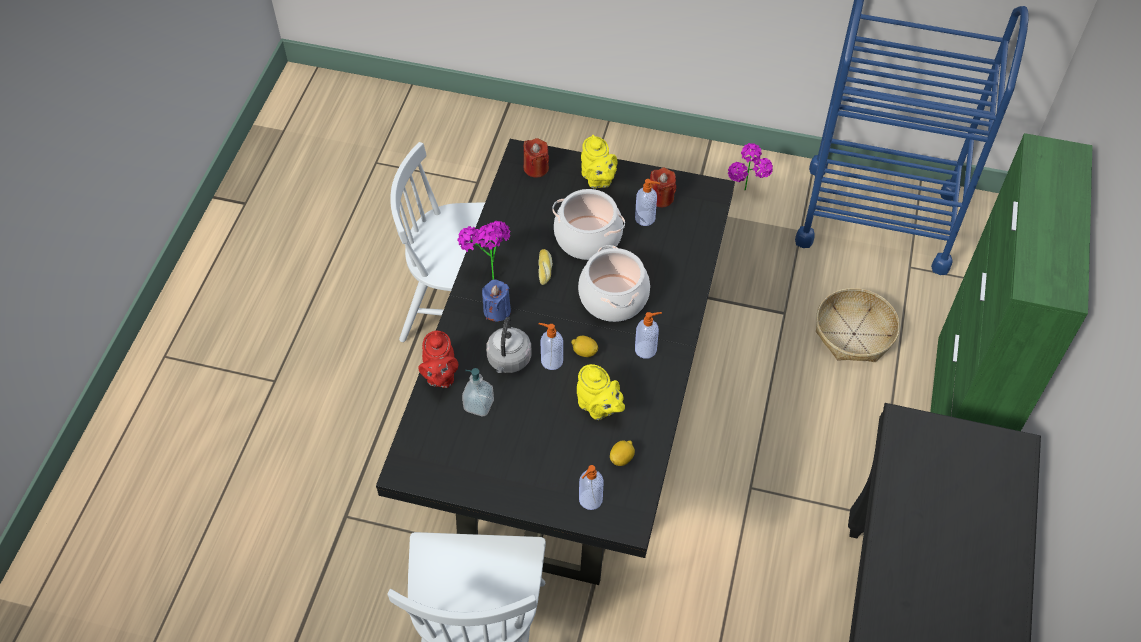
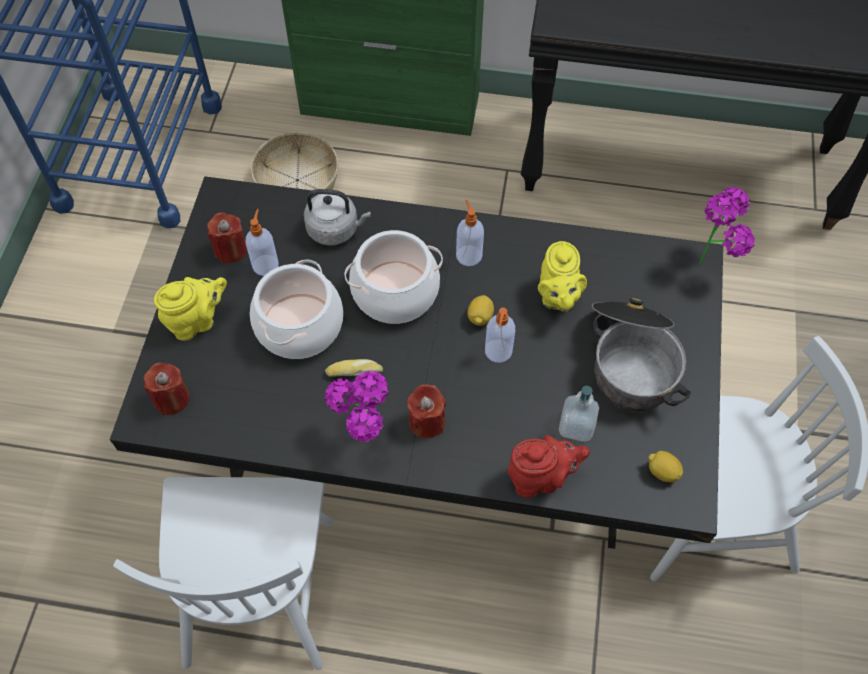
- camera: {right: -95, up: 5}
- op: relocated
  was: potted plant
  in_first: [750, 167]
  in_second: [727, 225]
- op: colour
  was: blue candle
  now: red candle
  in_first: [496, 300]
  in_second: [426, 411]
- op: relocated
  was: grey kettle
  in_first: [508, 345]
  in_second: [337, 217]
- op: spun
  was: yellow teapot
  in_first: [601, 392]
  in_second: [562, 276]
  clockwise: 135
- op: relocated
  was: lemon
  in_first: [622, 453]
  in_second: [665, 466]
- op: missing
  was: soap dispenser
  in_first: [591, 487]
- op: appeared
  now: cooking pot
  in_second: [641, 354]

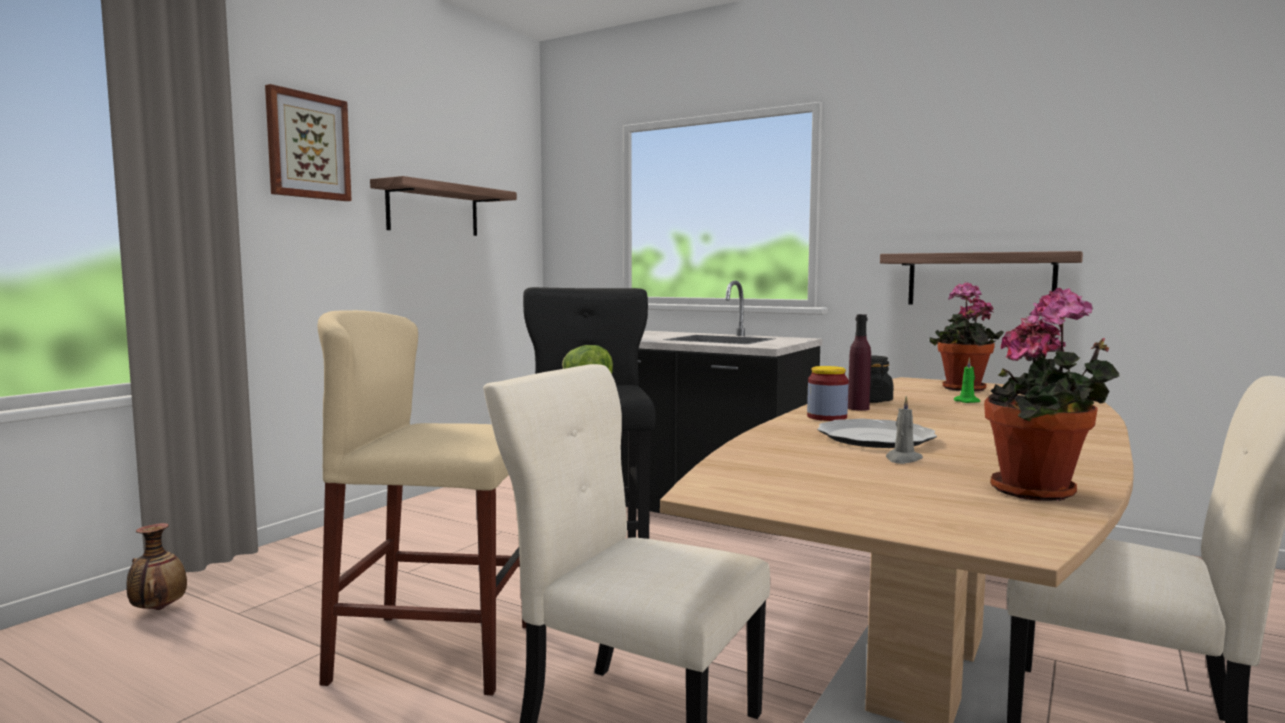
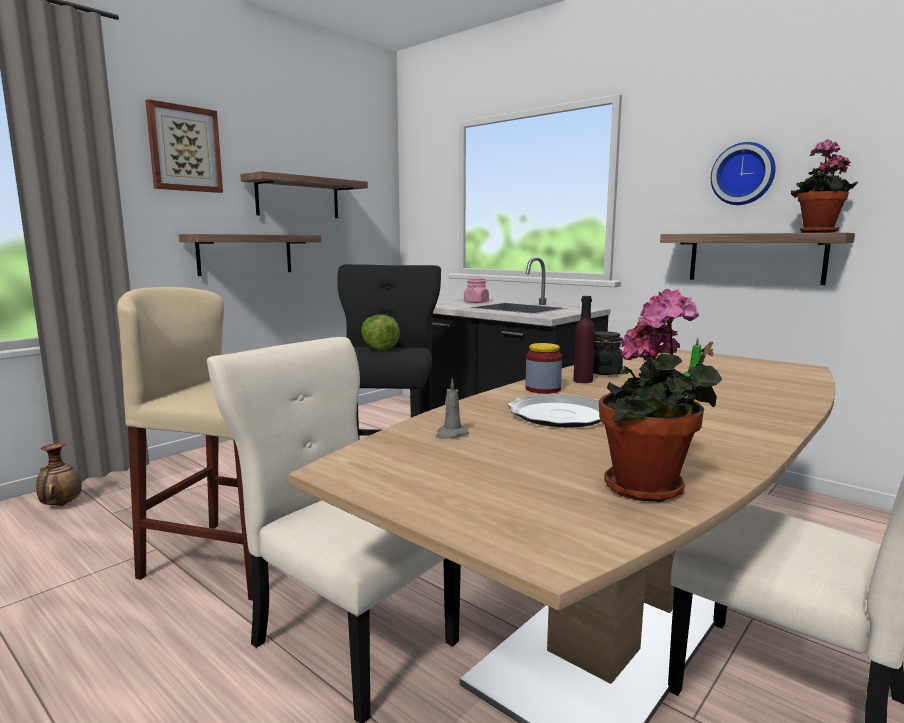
- camera: {right: 10, up: 5}
- op: relocated
  was: potted plant
  in_first: [967, 336]
  in_second: [824, 186]
- op: relocated
  was: grey candle
  in_first: [904, 430]
  in_second: [452, 408]
- op: appeared
  now: wall clock
  in_second: [743, 173]
- op: appeared
  now: shelf
  in_second: [250, 255]
- op: appeared
  now: pink jar
  in_second: [476, 290]

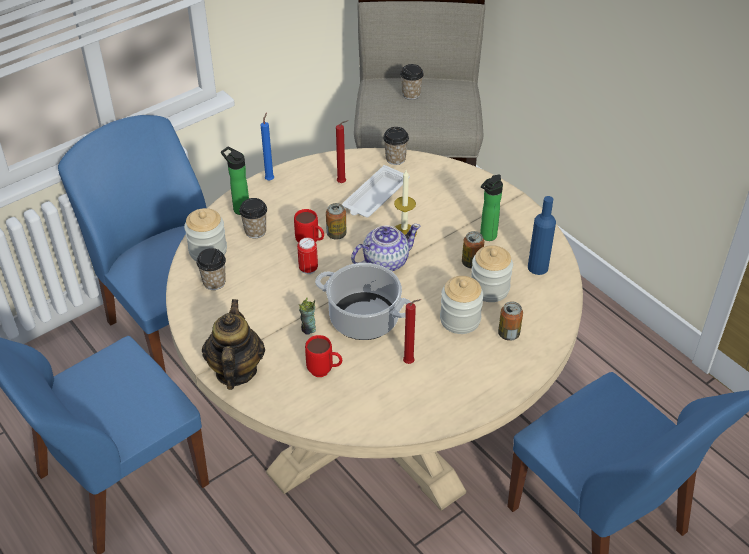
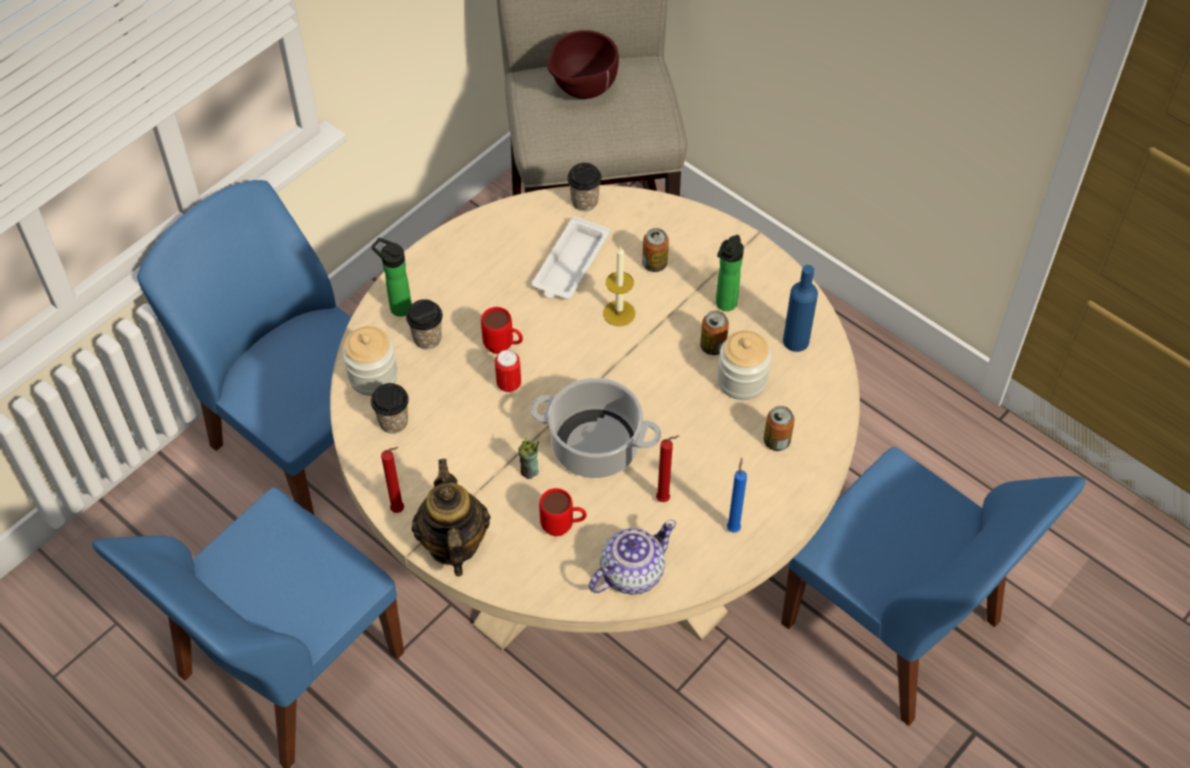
- camera: {right: -10, up: 10}
- op: exchanged
  was: cup
  now: brown bowl
  in_first: [412, 82]
  in_second: [583, 64]
- op: relocated
  was: blue candle
  in_first: [267, 147]
  in_second: [737, 495]
- op: relocated
  was: red candle
  in_first: [342, 151]
  in_second: [392, 480]
- op: relocated
  was: can
  in_first: [336, 221]
  in_second: [655, 250]
- op: relocated
  was: teapot
  in_first: [385, 247]
  in_second: [632, 557]
- op: missing
  was: jar
  in_first: [462, 305]

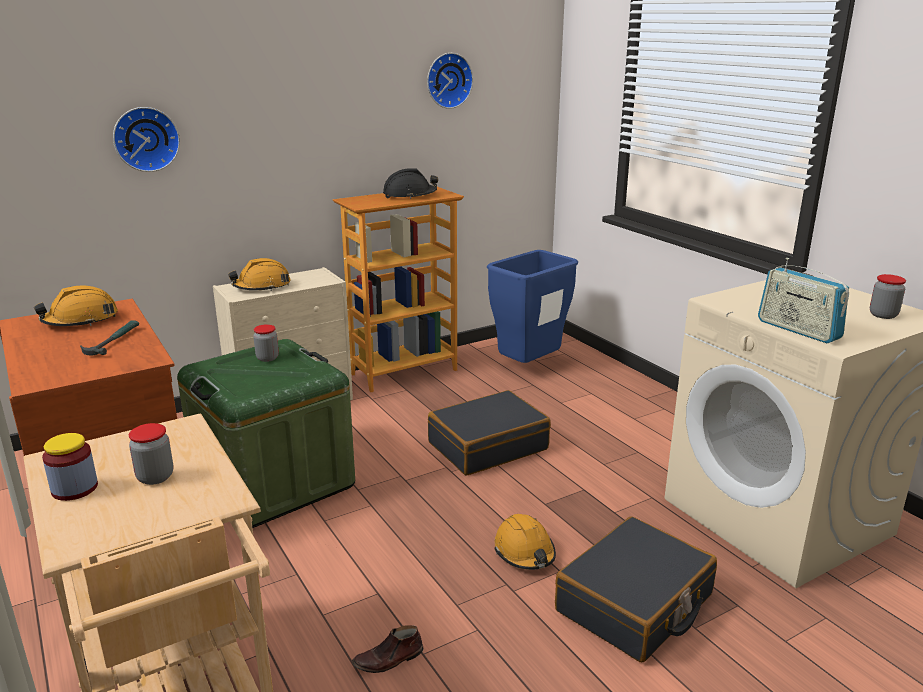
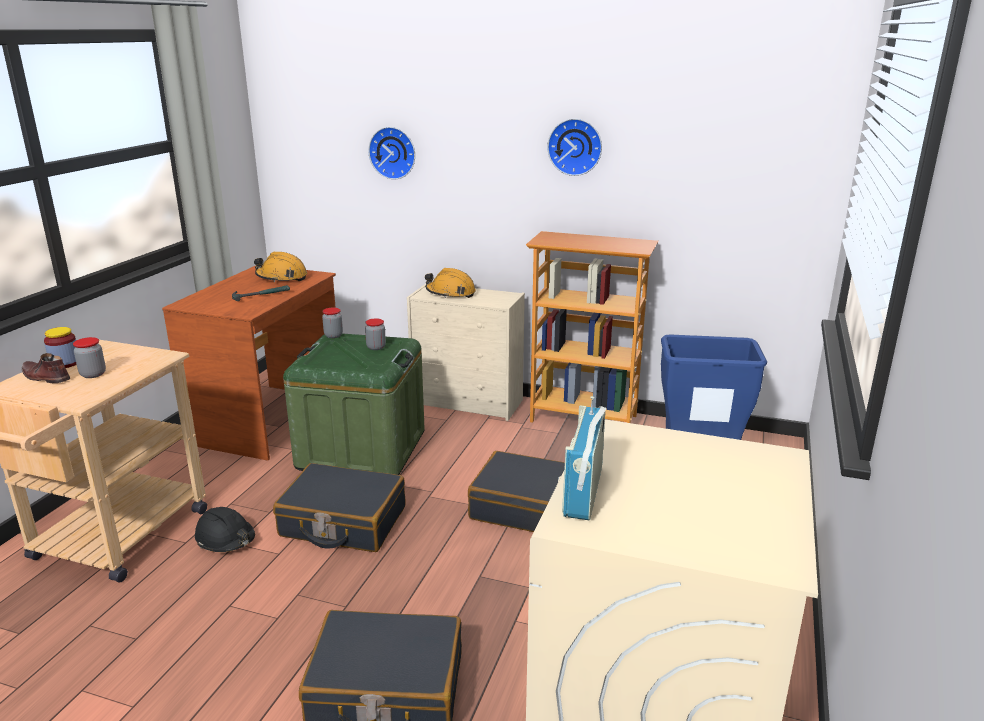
- camera: {right: 50, up: 0}
- op: relocated
  was: wall clock
  in_first: [450, 81]
  in_second: [574, 147]
- op: relocated
  was: black hard hat
  in_first: [410, 183]
  in_second: [225, 529]
- op: relocated
  was: jar
  in_first: [888, 296]
  in_second: [332, 323]
- op: missing
  was: orange hard hat
  in_first: [525, 542]
- op: relocated
  was: brown shoe
  in_first: [387, 649]
  in_second: [46, 368]
- op: appeared
  now: black suitcase
  in_second: [339, 507]

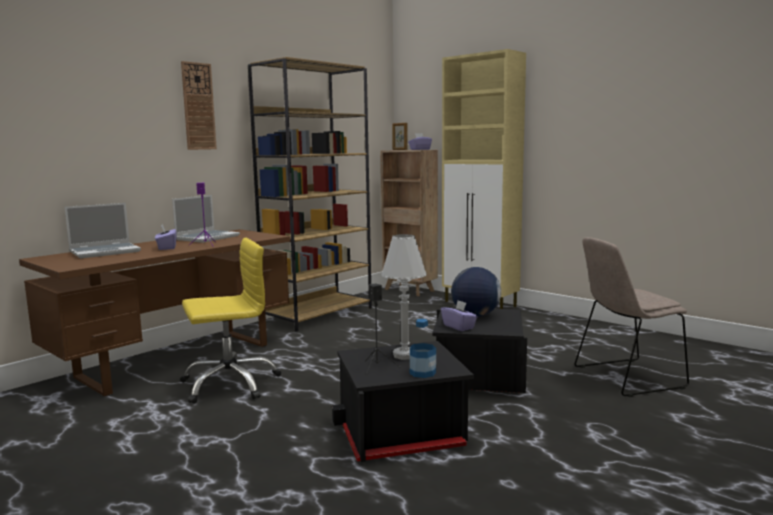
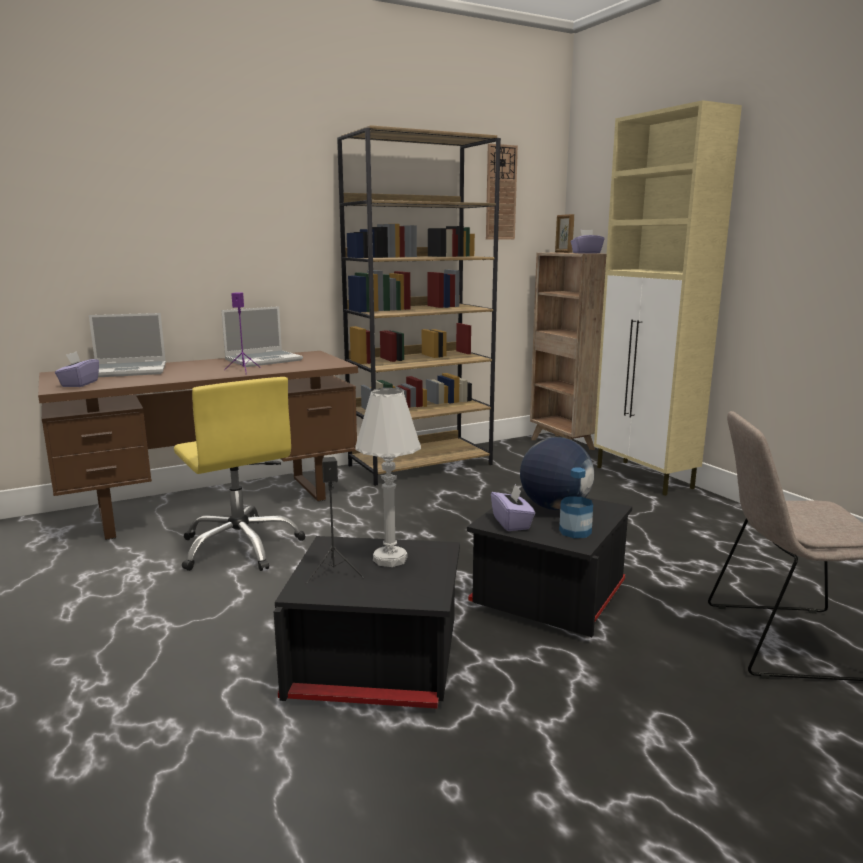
- camera: {right: 20, up: 5}
- op: relocated
  was: wall clock
  in_first: [199, 105]
  in_second: [502, 191]
- op: relocated
  was: purple tissue box
  in_first: [165, 237]
  in_second: [77, 369]
- op: spun
  was: yellow office chair
  in_first: [231, 321]
  in_second: [239, 474]
  clockwise: 60
- op: relocated
  was: bottle
  in_first: [423, 348]
  in_second: [576, 502]

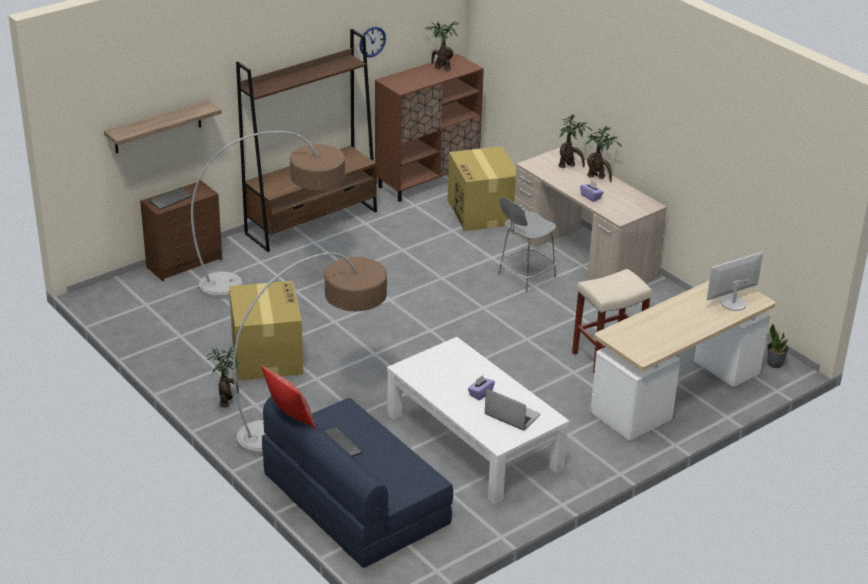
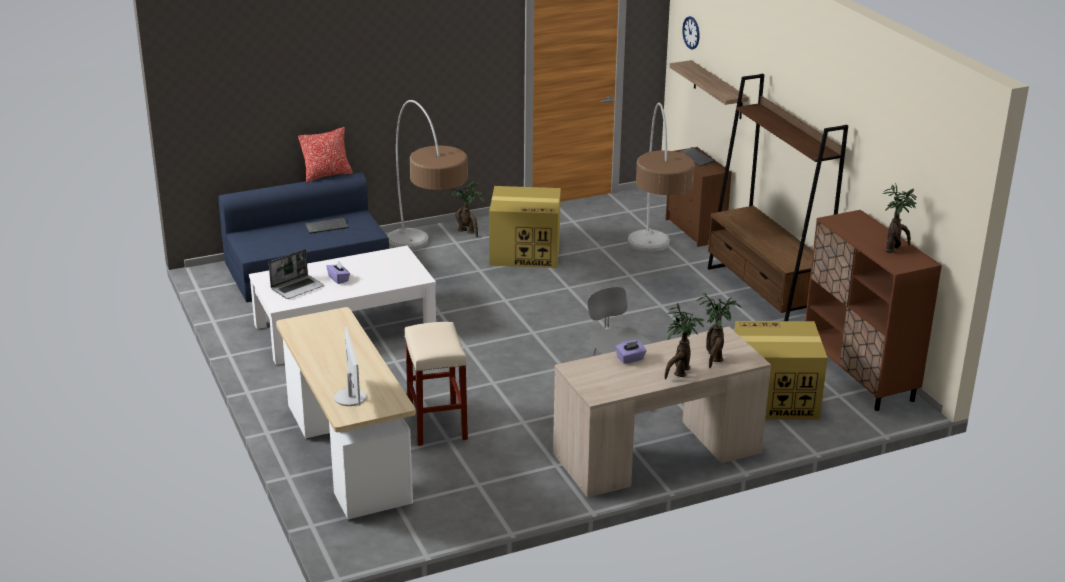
- camera: {right: 105, up: -5}
- op: relocated
  was: wall clock
  in_first: [372, 42]
  in_second: [690, 32]
- op: missing
  was: potted plant
  in_first: [778, 345]

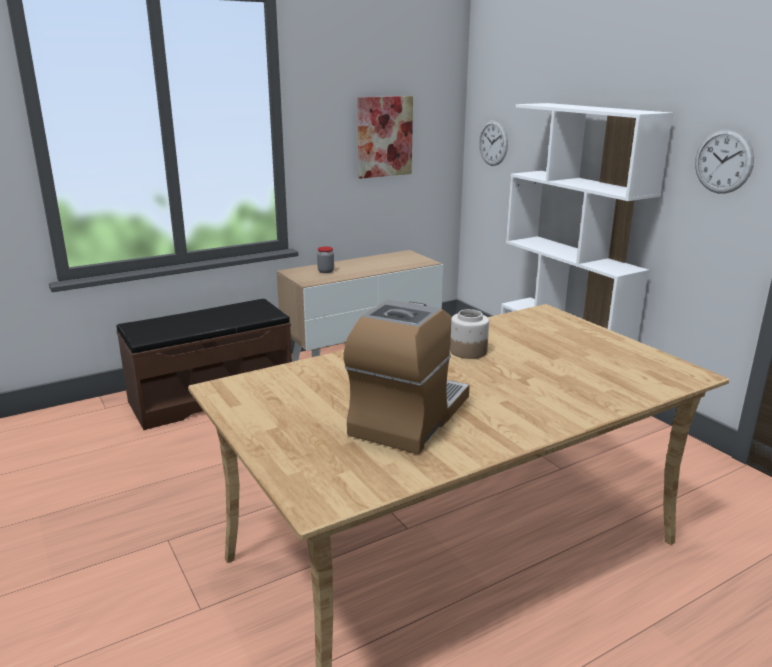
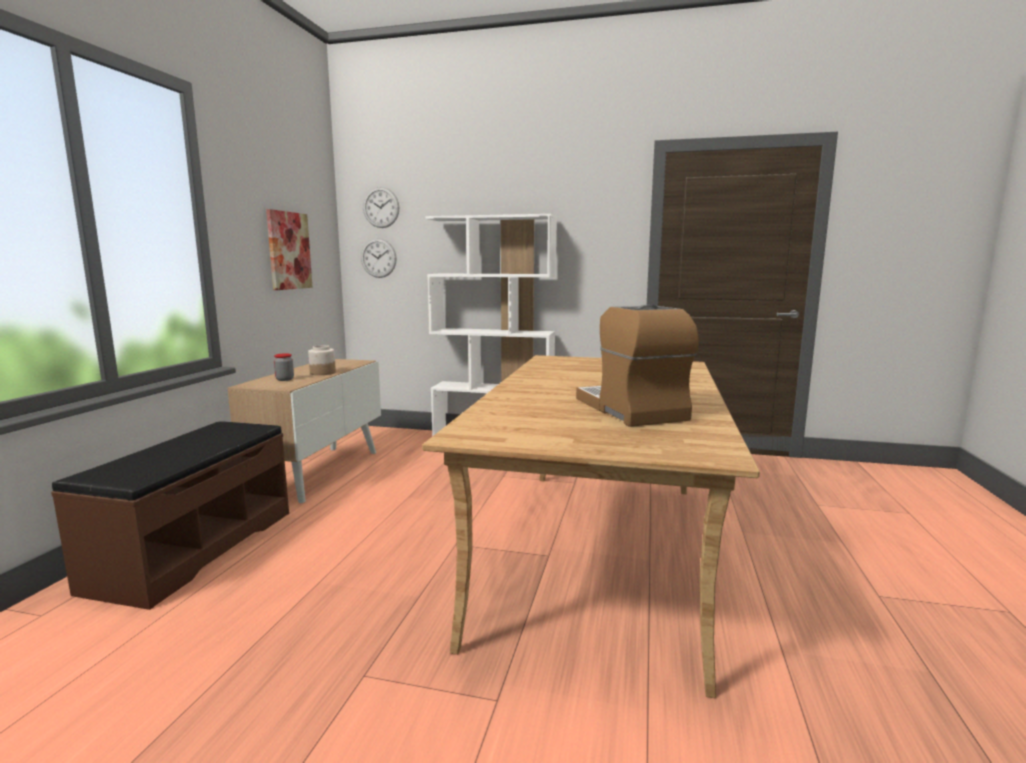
- camera: {right: -45, up: -10}
- op: relocated
  was: wall clock
  in_first: [724, 161]
  in_second: [381, 207]
- op: relocated
  was: jar
  in_first: [469, 334]
  in_second: [322, 360]

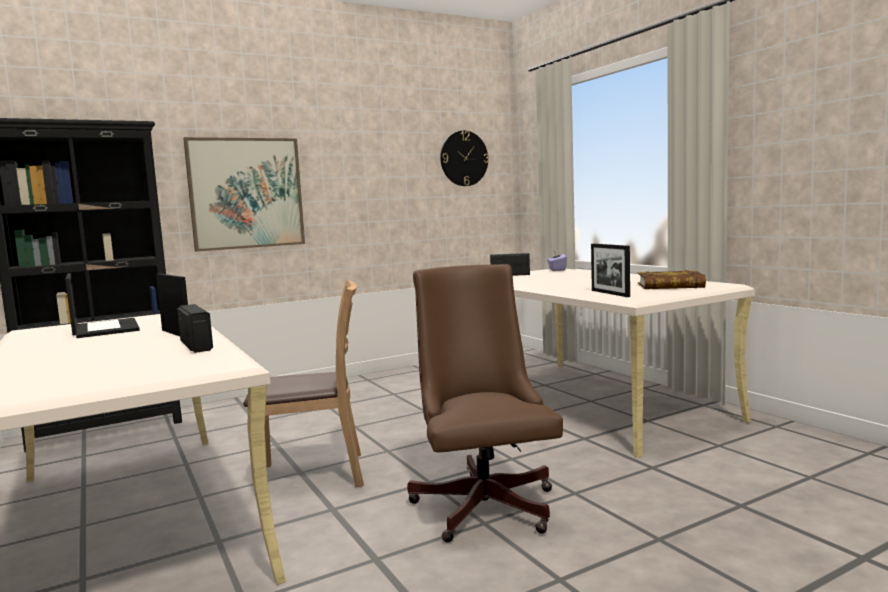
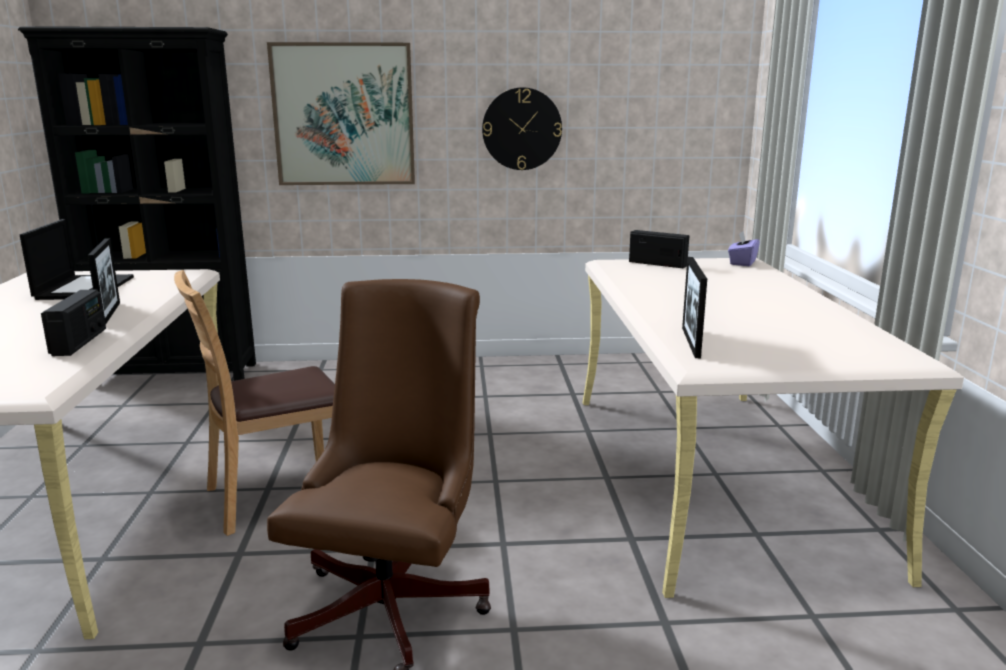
- camera: {right: 25, up: 10}
- op: relocated
  was: wall clock
  in_first: [464, 158]
  in_second: [522, 128]
- op: missing
  was: book
  in_first: [672, 279]
- op: spun
  was: brown chair
  in_first: [303, 383]
  in_second: [254, 403]
  clockwise: 135

